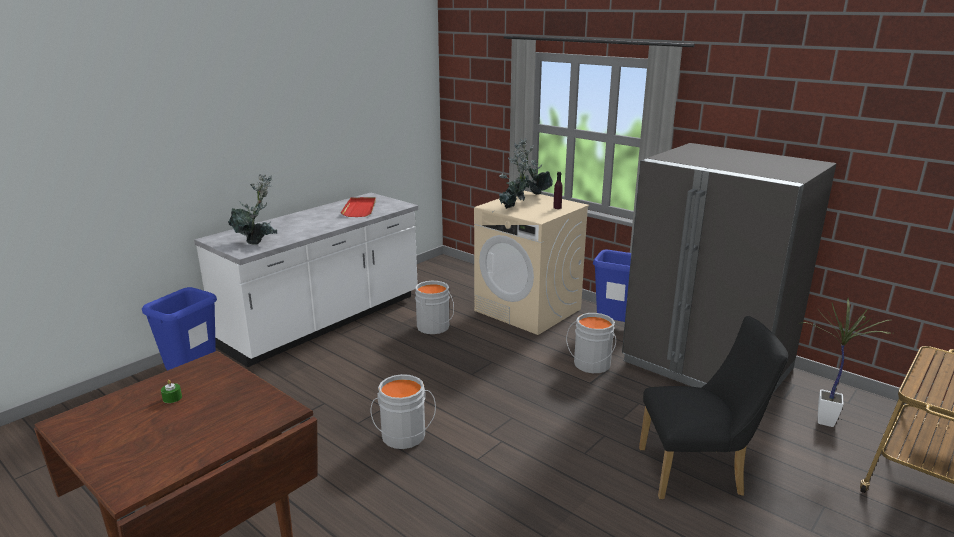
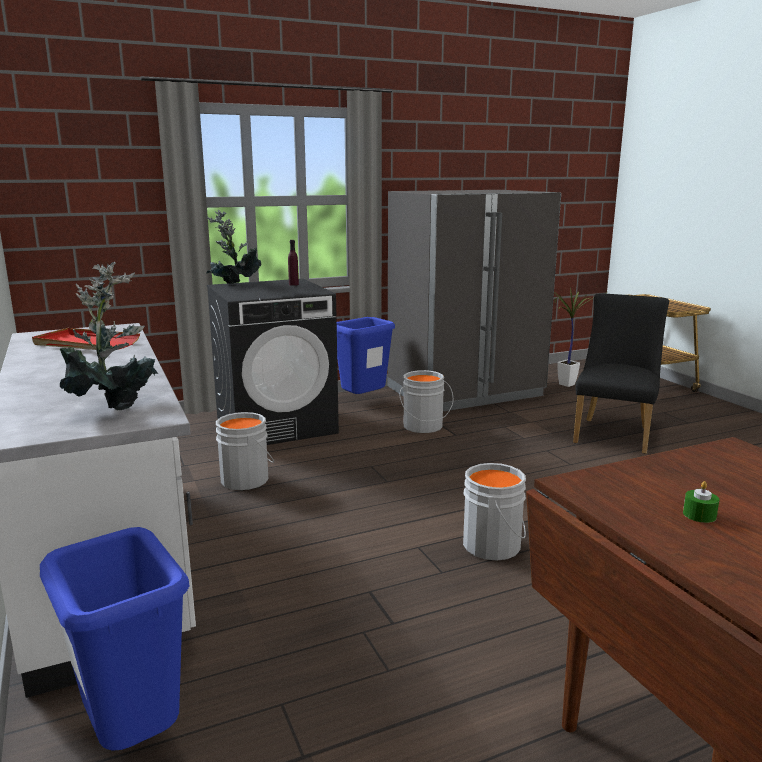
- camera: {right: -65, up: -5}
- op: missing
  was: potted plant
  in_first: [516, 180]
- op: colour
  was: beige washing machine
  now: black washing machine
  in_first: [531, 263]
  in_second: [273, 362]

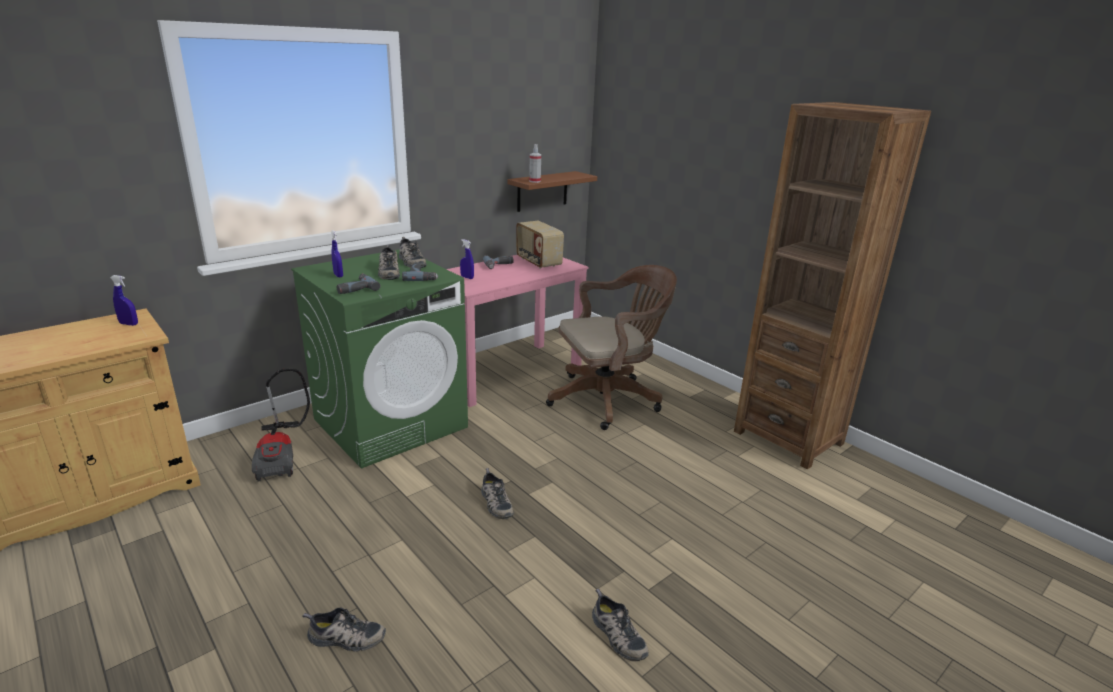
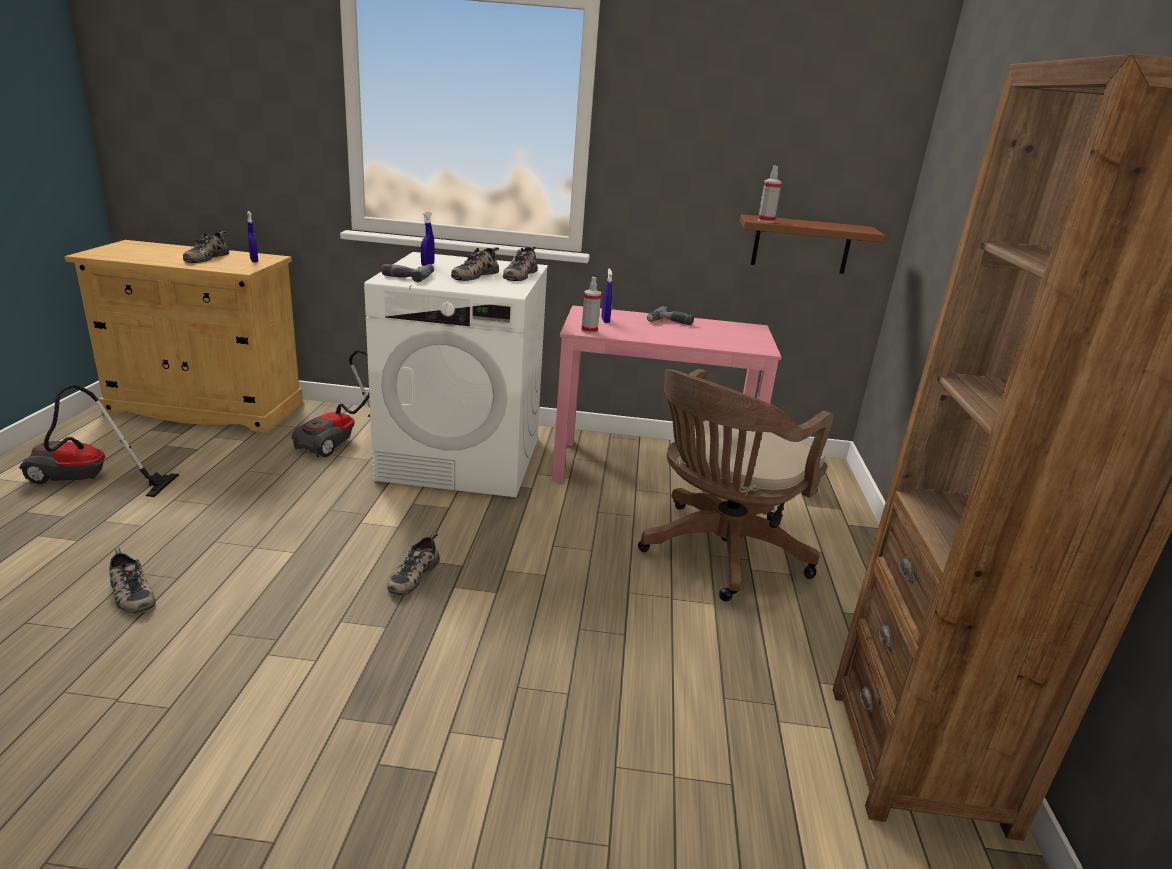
- camera: {right: 45, up: 0}
- op: missing
  was: radio
  in_first: [540, 245]
- op: colour
  was: green washing machine
  now: white washing machine
  in_first: [379, 359]
  in_second: [456, 374]
- op: missing
  was: power drill
  in_first: [420, 271]
- op: spun
  was: brown office chair
  in_first: [611, 347]
  in_second: [735, 485]
  clockwise: 105
- op: relocated
  was: shoe
  in_first: [620, 625]
  in_second: [206, 247]
- op: appeared
  now: spray bottle
  in_second: [591, 305]
- op: appeared
  now: vacuum cleaner
  in_second: [99, 440]

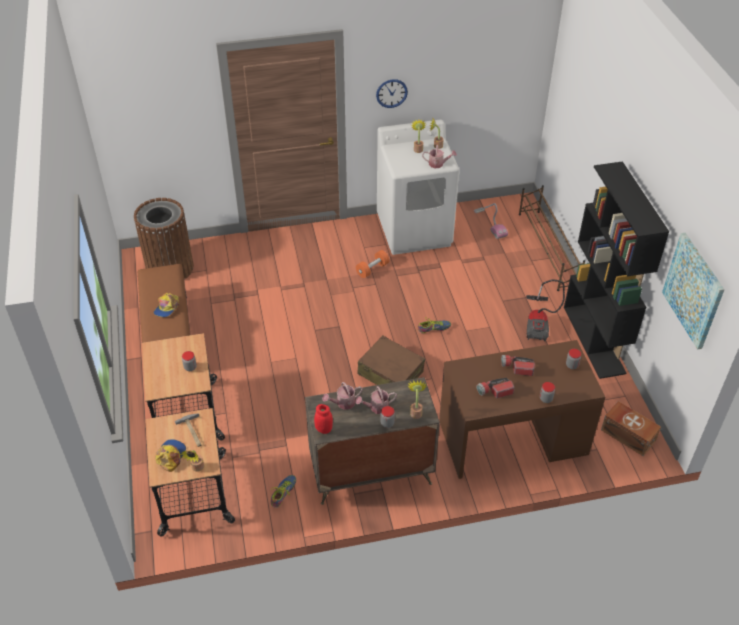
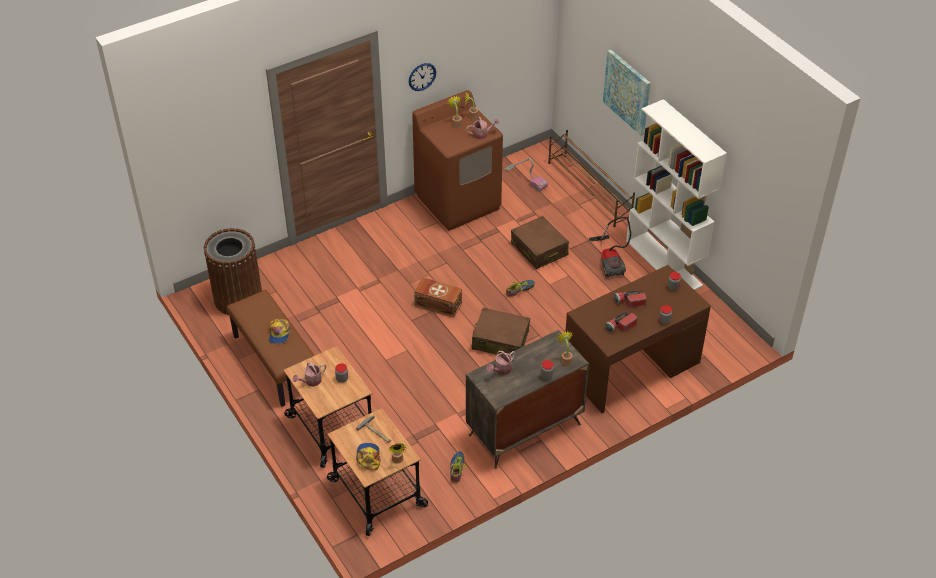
- camera: {right: -20, up: 0}
- op: colour
  was: white washing machine
  now: brown washing machine
  in_first: [418, 187]
  in_second: [457, 160]
- op: colour
  was: black bookcase
  now: white bookcase
  in_first: [616, 270]
  in_second: [676, 194]
- op: relocated
  was: picture
  in_first: [693, 291]
  in_second: [626, 92]
- op: missing
  was: orange dumbbell
  in_first: [372, 264]
- op: relocated
  was: watering can
  in_first: [376, 400]
  in_second: [309, 374]
- op: relocated
  was: brown storage box
  in_first: [631, 428]
  in_second: [438, 297]
- op: missing
  was: red jar
  in_first: [323, 419]
- op: appeared
  now: brown suitcase
  in_second: [540, 242]

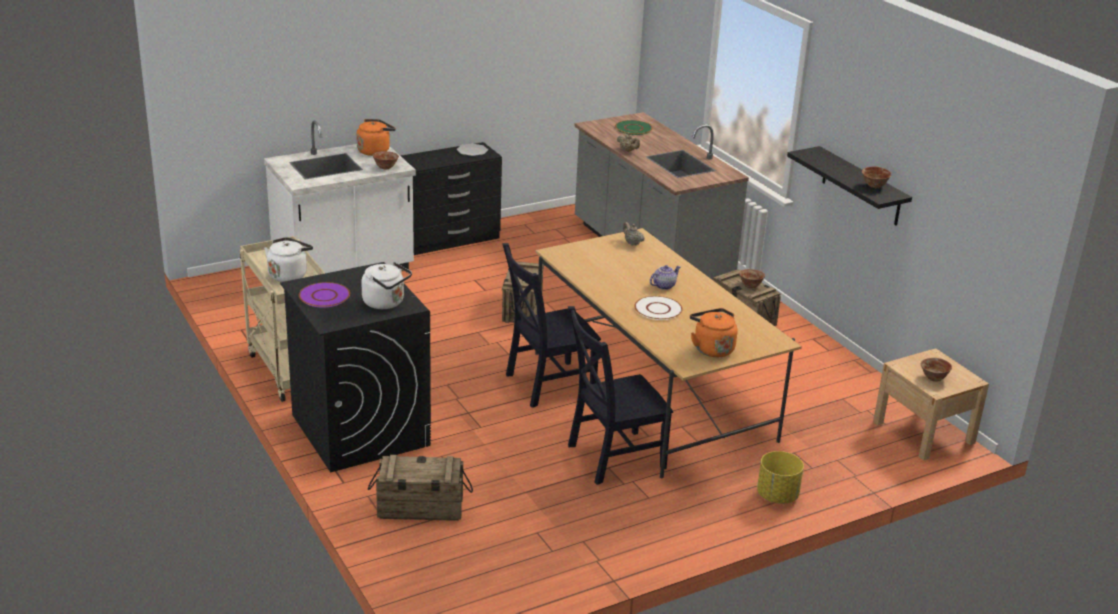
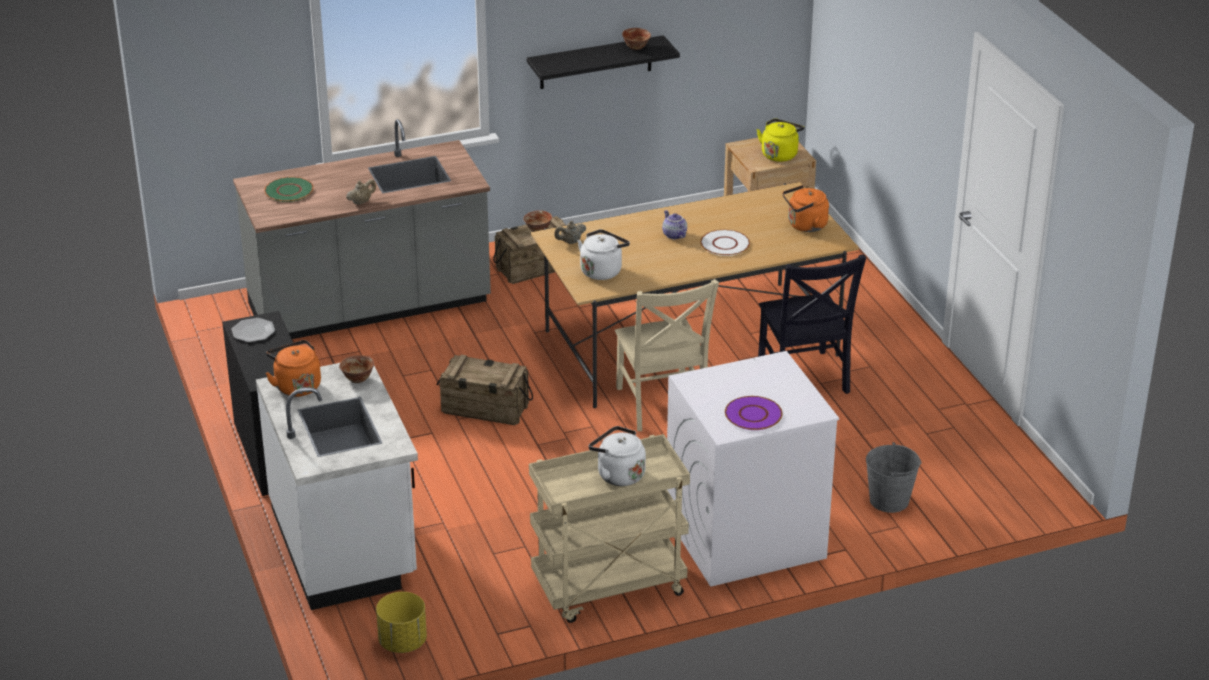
- camera: {right: -80, up: 5}
- op: colour
  was: black chair
  now: beige chair
  in_first: [551, 325]
  in_second: [667, 355]
- op: colour
  was: black washing machine
  now: white washing machine
  in_first: [355, 367]
  in_second: [753, 469]
- op: relocated
  was: white kettle
  in_first: [386, 285]
  in_second: [604, 254]
- op: exchanged
  was: bowl
  now: yellow kettle
  in_first: [936, 370]
  in_second: [780, 140]
- op: relocated
  was: yellow planter
  in_first: [780, 477]
  in_second: [401, 622]
- op: exchanged
  was: crate
  now: grey bucket
  in_first: [420, 488]
  in_second: [894, 477]

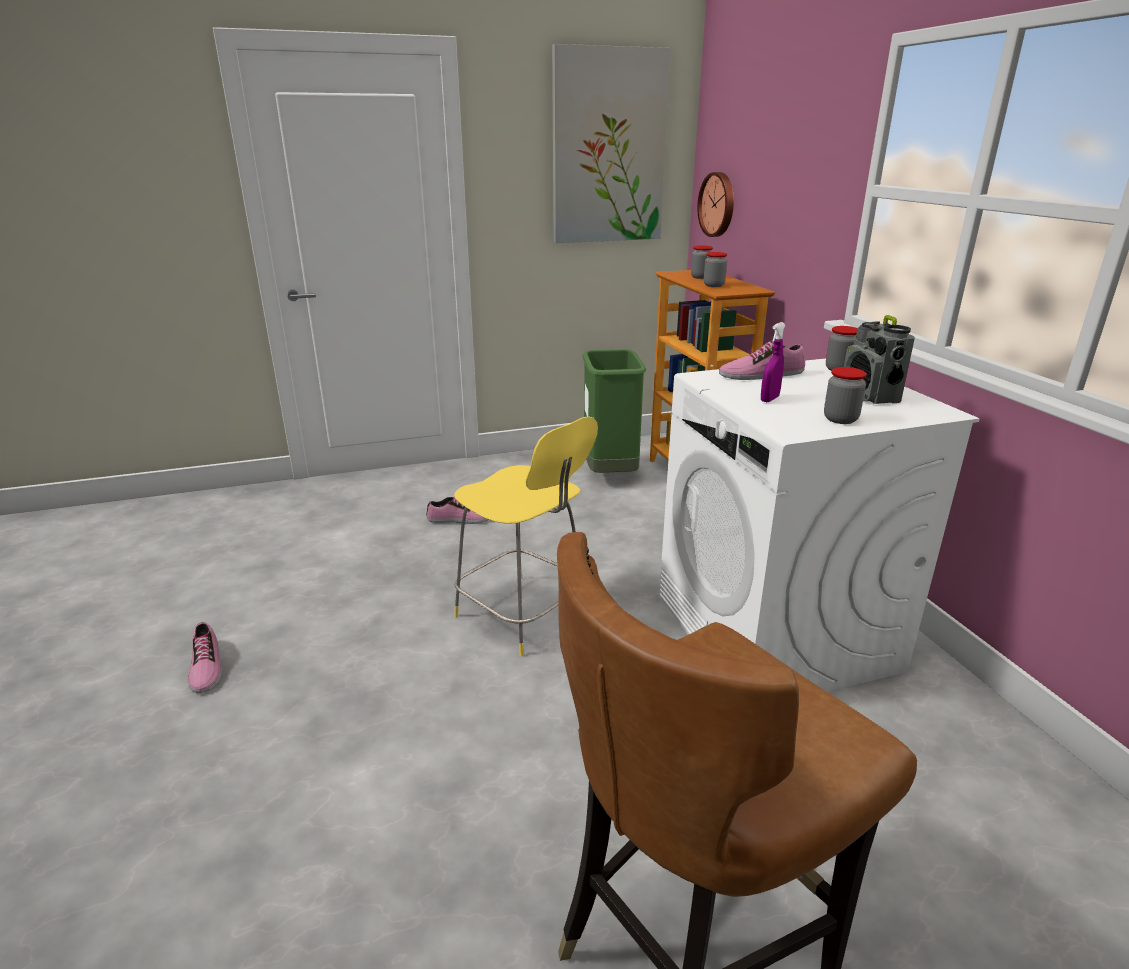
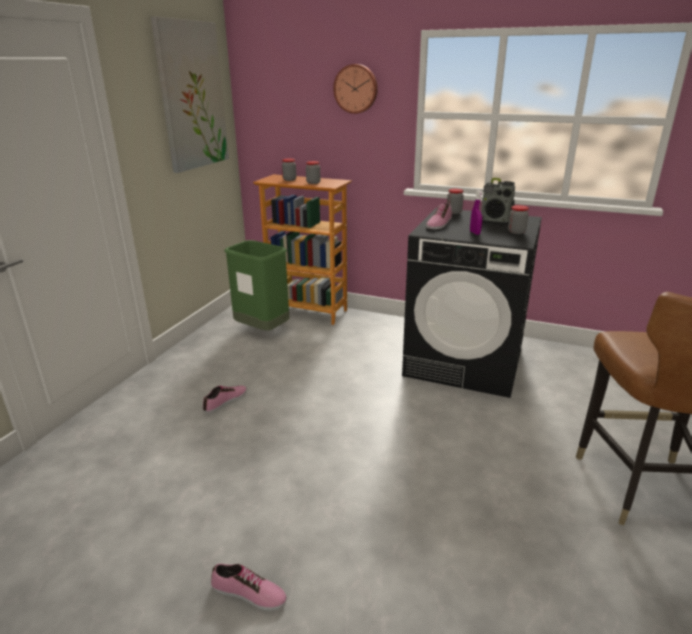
- camera: {right: -50, up: 0}
- op: relocated
  was: wall clock
  in_first: [715, 204]
  in_second: [355, 89]
- op: colour
  was: white washing machine
  now: black washing machine
  in_first: [819, 525]
  in_second: [472, 303]
- op: missing
  was: yellow stool
  in_first: [526, 536]

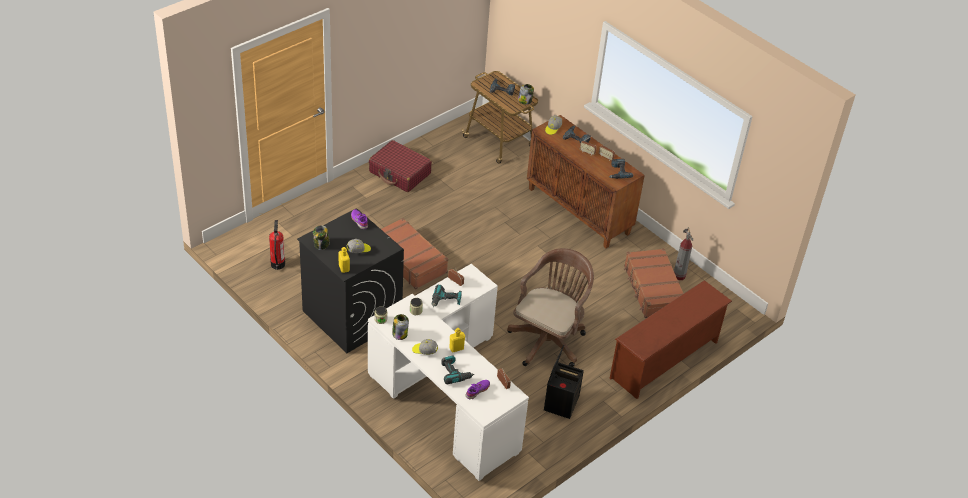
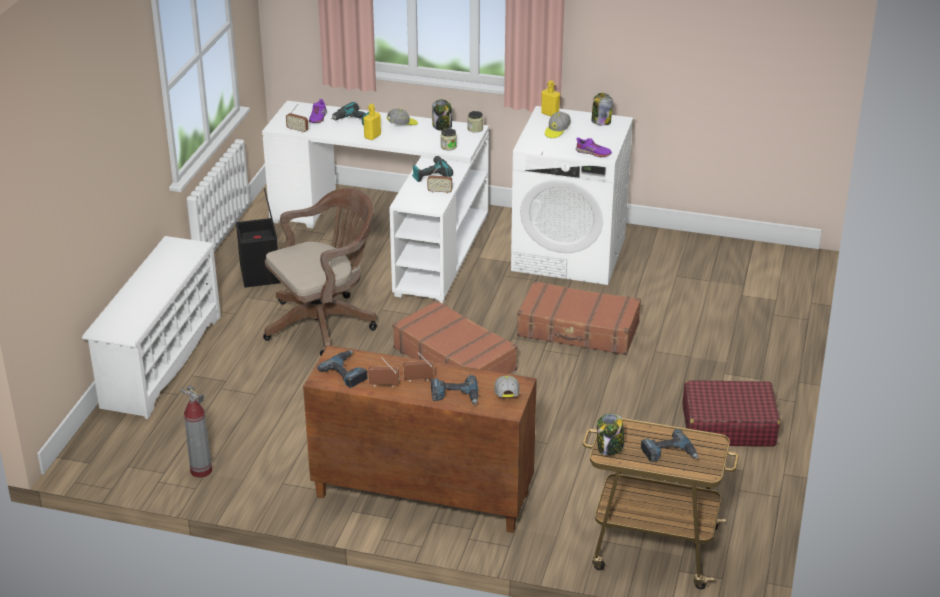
- camera: {right: 150, up: -10}
- op: colour
  was: black washing machine
  now: white washing machine
  in_first: [350, 280]
  in_second: [572, 195]
- op: missing
  was: fire extinguisher
  in_first: [277, 245]
- op: spun
  was: brown office chair
  in_first: [550, 307]
  in_second: [320, 272]
  clockwise: -120
- op: relocated
  was: brown suitcase
  in_first: [654, 283]
  in_second: [455, 337]
- op: colour
  was: brown shoe rack
  now: white shoe rack
  in_first: [671, 339]
  in_second: [151, 327]

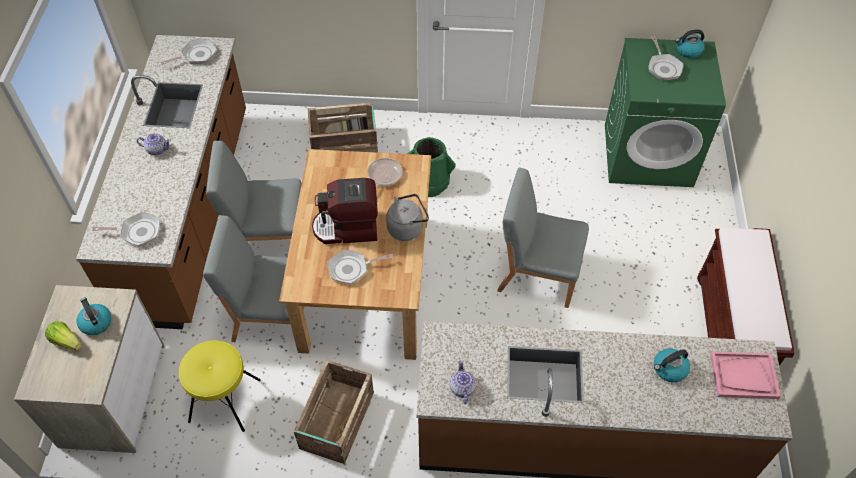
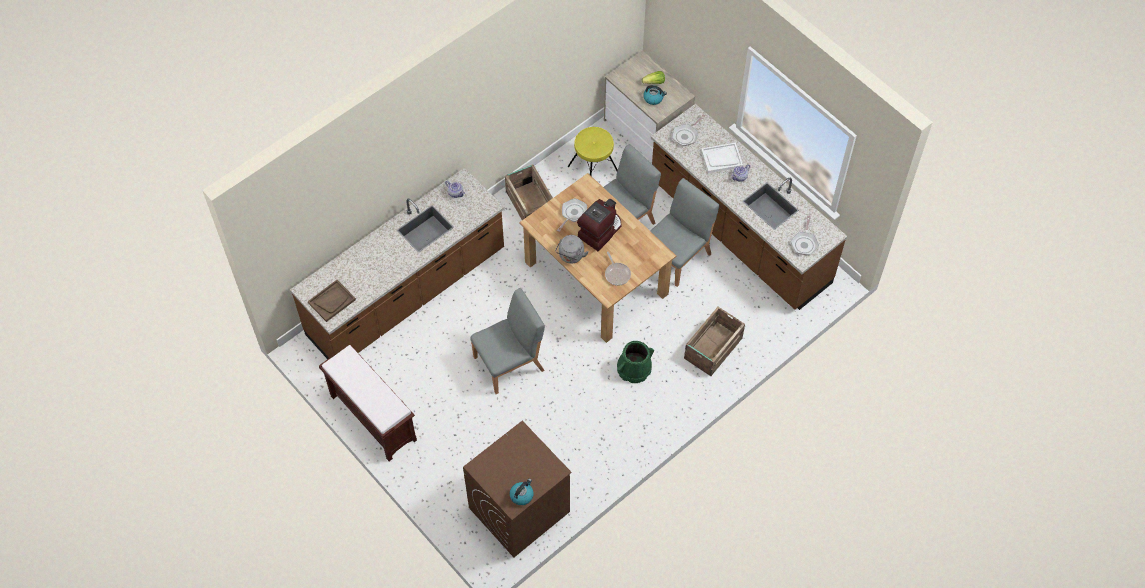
- camera: {right: 135, up: 5}
- op: missing
  was: frying pan
  in_first: [666, 58]
- op: colour
  was: green washing machine
  now: brown washing machine
  in_first: [665, 112]
  in_second: [517, 489]
- op: missing
  was: kettle
  in_first: [672, 365]
- op: colour
  was: pink tray
  now: brown tray
  in_first: [745, 375]
  in_second: [332, 301]
- op: appeared
  now: white tray
  in_second: [722, 158]

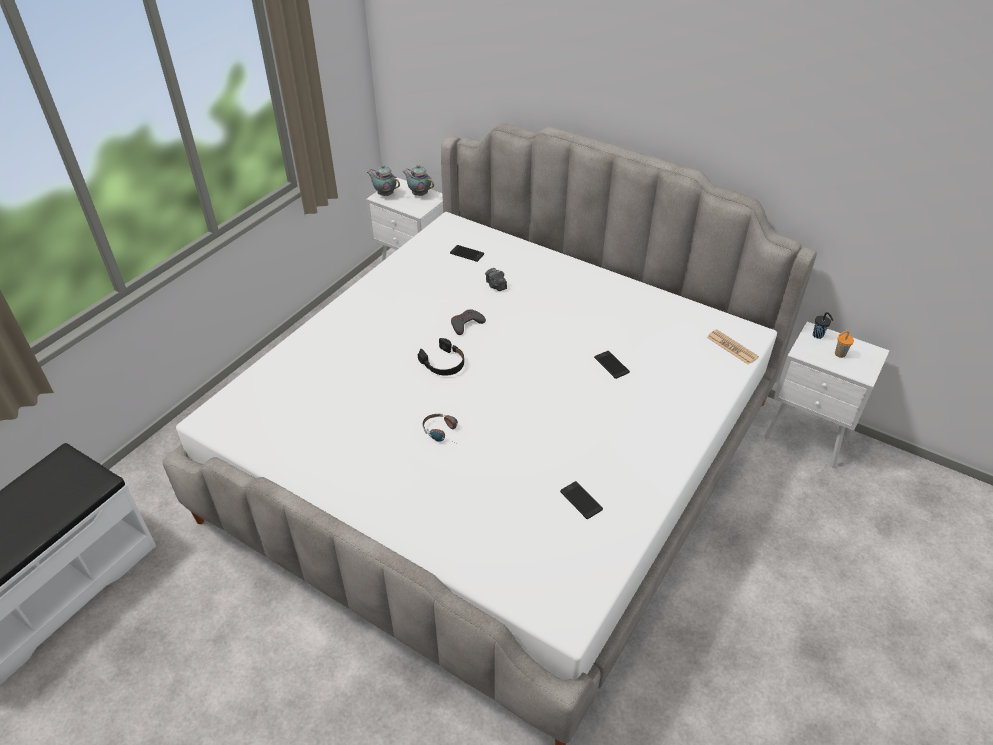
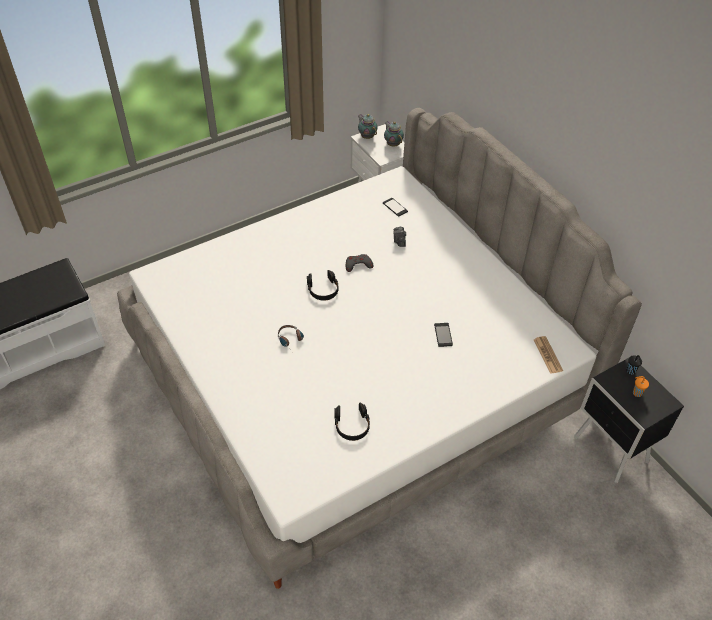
- camera: {right: 25, up: 5}
- op: colour
  was: white nightstand
  now: black nightstand
  in_first: [827, 394]
  in_second: [629, 420]
- op: exchanged
  was: phone
  now: black headphones
  in_first: [581, 500]
  in_second: [352, 422]

